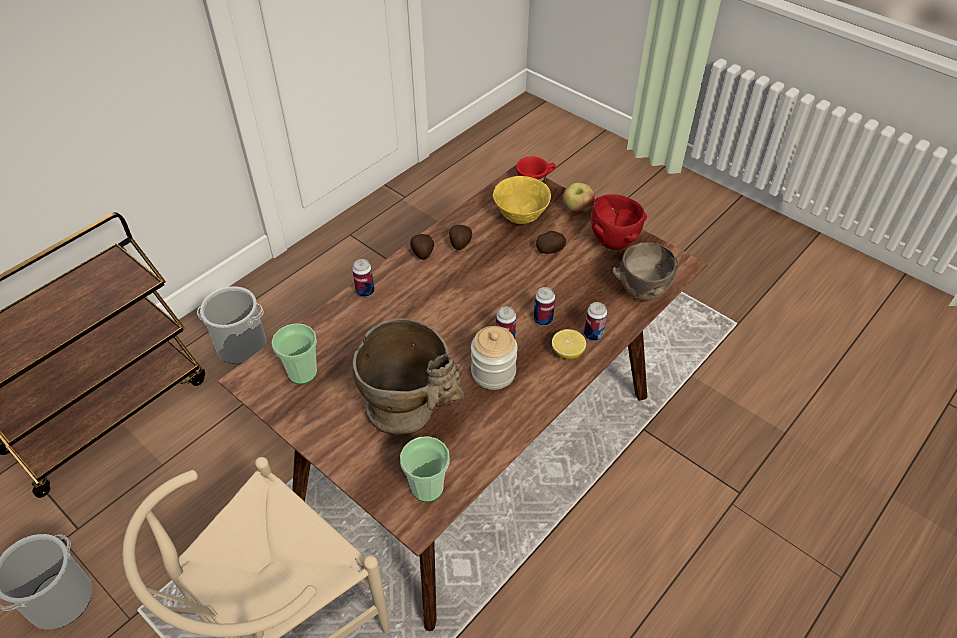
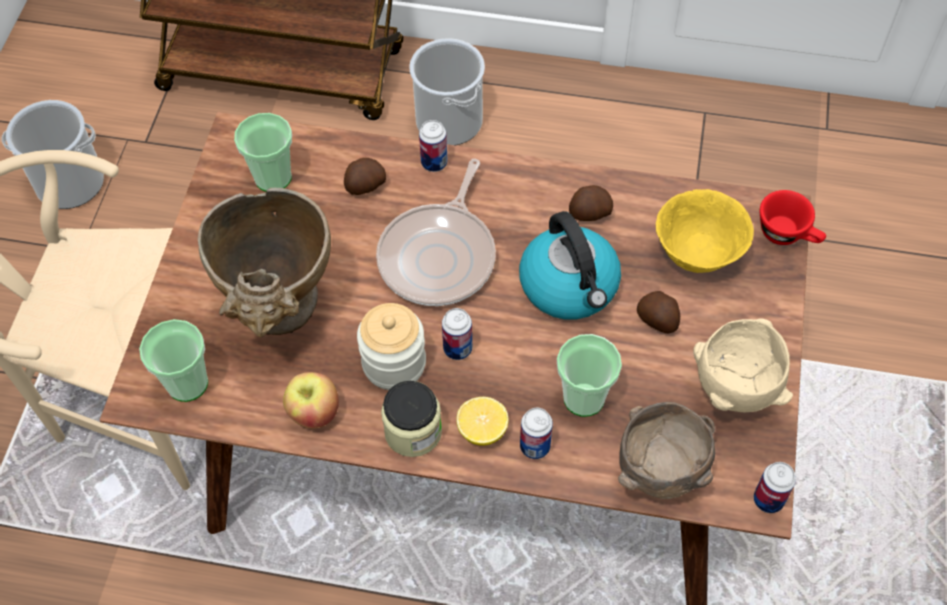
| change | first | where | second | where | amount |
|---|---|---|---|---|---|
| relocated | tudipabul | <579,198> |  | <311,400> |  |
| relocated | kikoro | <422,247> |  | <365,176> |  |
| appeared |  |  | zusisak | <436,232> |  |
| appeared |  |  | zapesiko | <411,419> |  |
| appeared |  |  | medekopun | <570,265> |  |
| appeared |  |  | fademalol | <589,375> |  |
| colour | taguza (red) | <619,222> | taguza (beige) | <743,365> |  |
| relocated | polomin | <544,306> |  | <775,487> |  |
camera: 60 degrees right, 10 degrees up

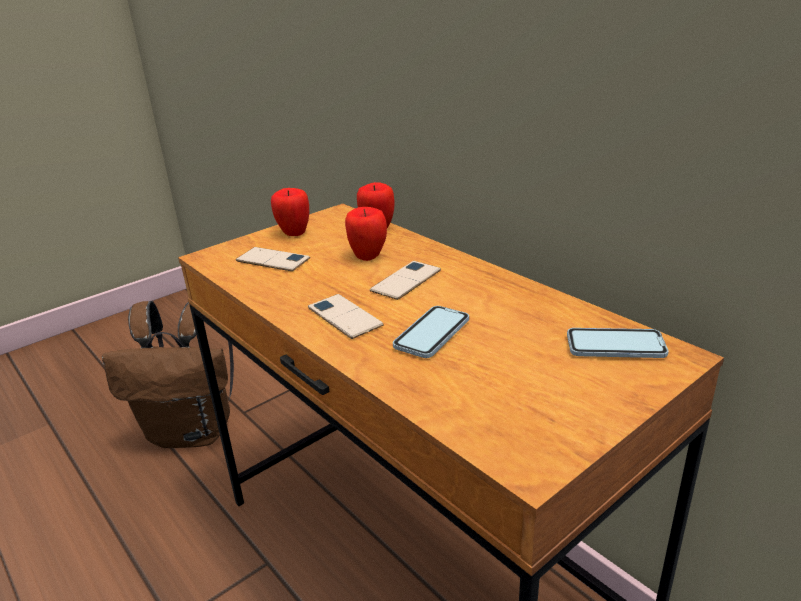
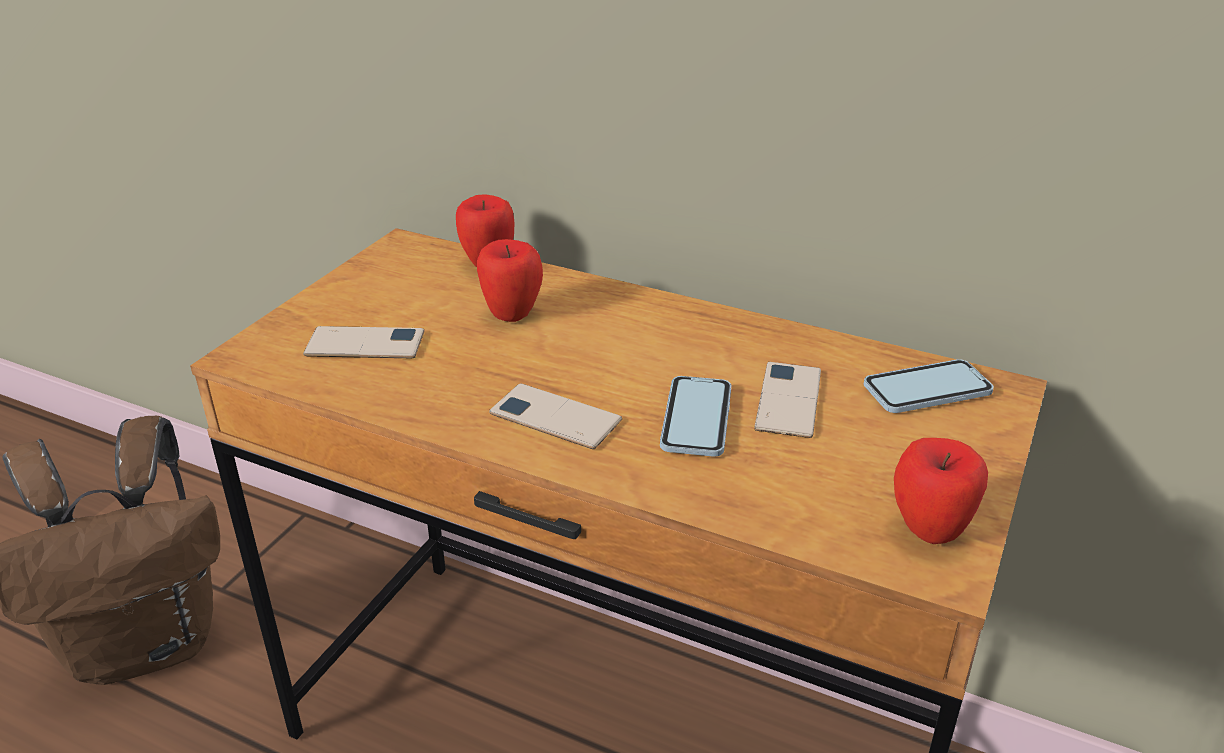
| change | first | where | second | where | amount |
|---|---|---|---|---|---|
| relocated | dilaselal | <405,280> |  | <787,400> |  |
| relocated | tudipabul | <290,212> |  | <941,491> |  |
camera: 25 degrees left, 5 degrees up

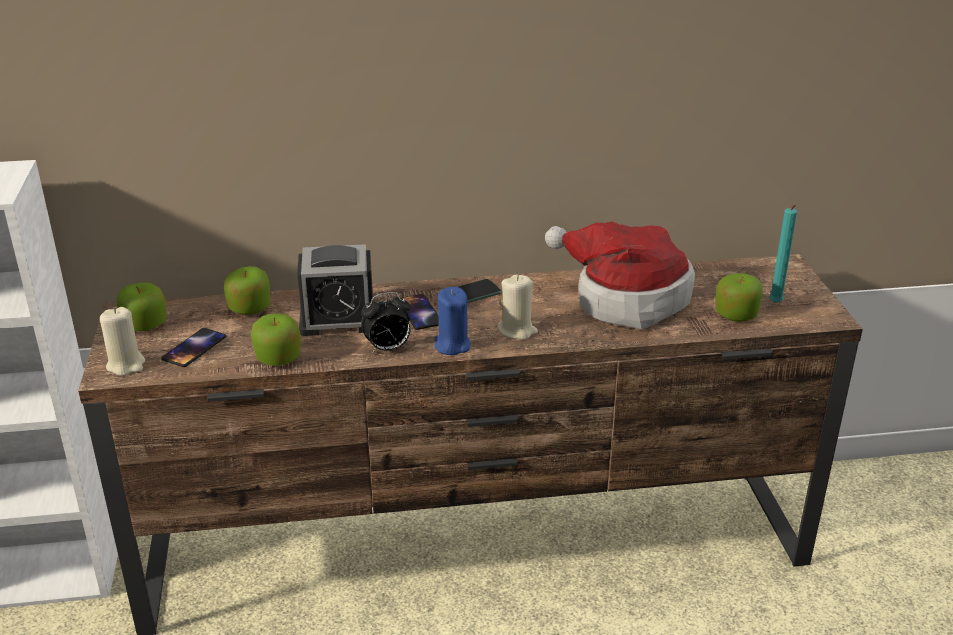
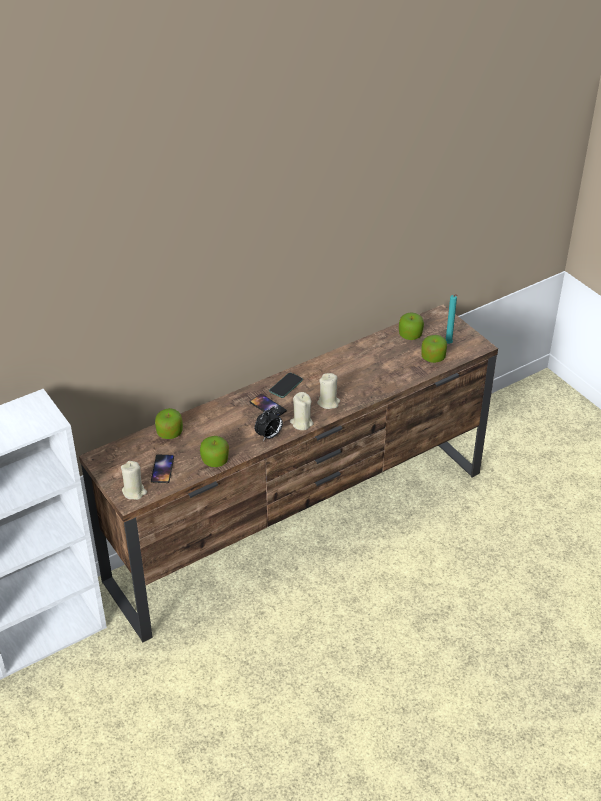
| change | first | where | second | where | amount |
|---|---|---|---|---|---|
| colour | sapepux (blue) | <452,321> | sapepux (beige) | <301,411> |  |
| relocated | tudipabul | <141,307> |  | <411,326> |  |
| missing | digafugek | <336,290> |  |  |  |
| missing | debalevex | <620,275> |  |  |  |
camera: 25 degrees left, 10 degrees up

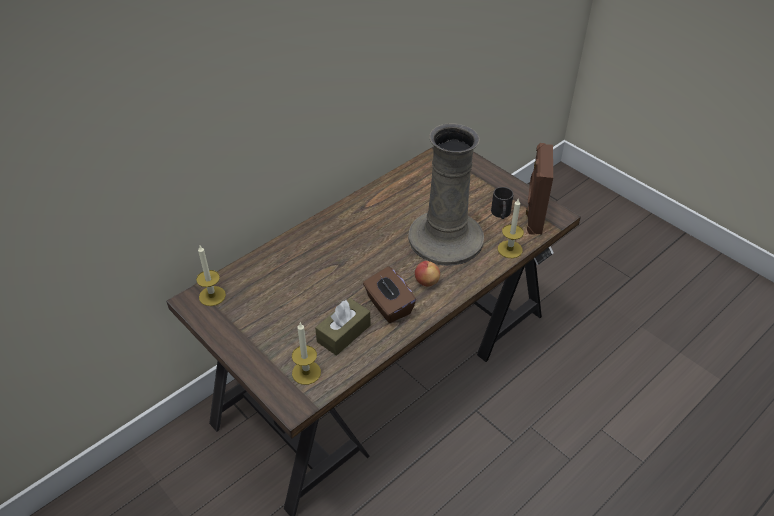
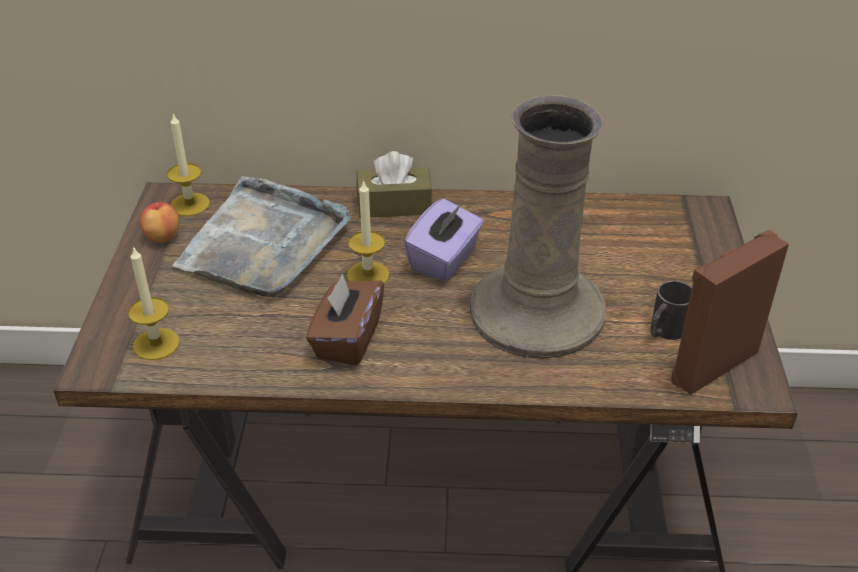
| change | first | where | second | where | amount |
|---|---|---|---|---|---|
| relocated | tudipabul | <427,273> |  | <159,222> |  |
| appeared |  |  | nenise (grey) | <261,236> |  |
| relocated | sapepux | <511,228> |  | <368,232> |  |
| relocated | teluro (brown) | <343,327> |  | <394,184> |  |
| appeared |  |  | teluro (purple) | <443,240> |  |
camera: 45 degrees right, 5 degrees down

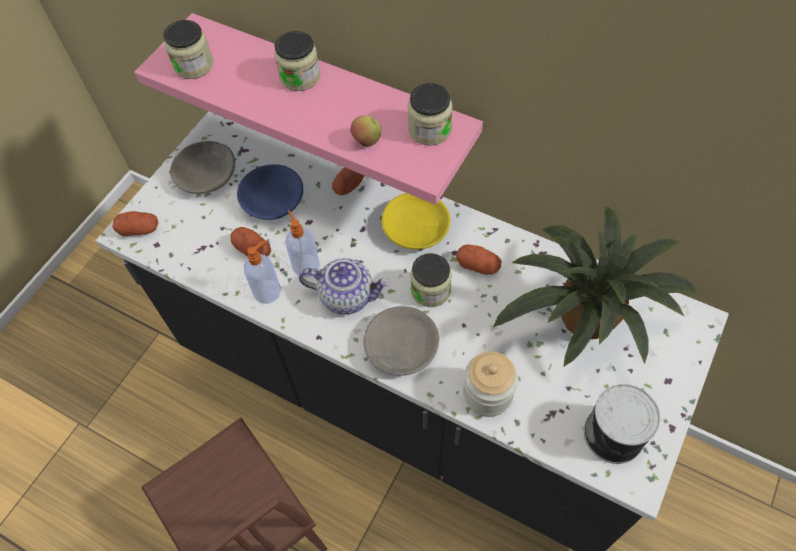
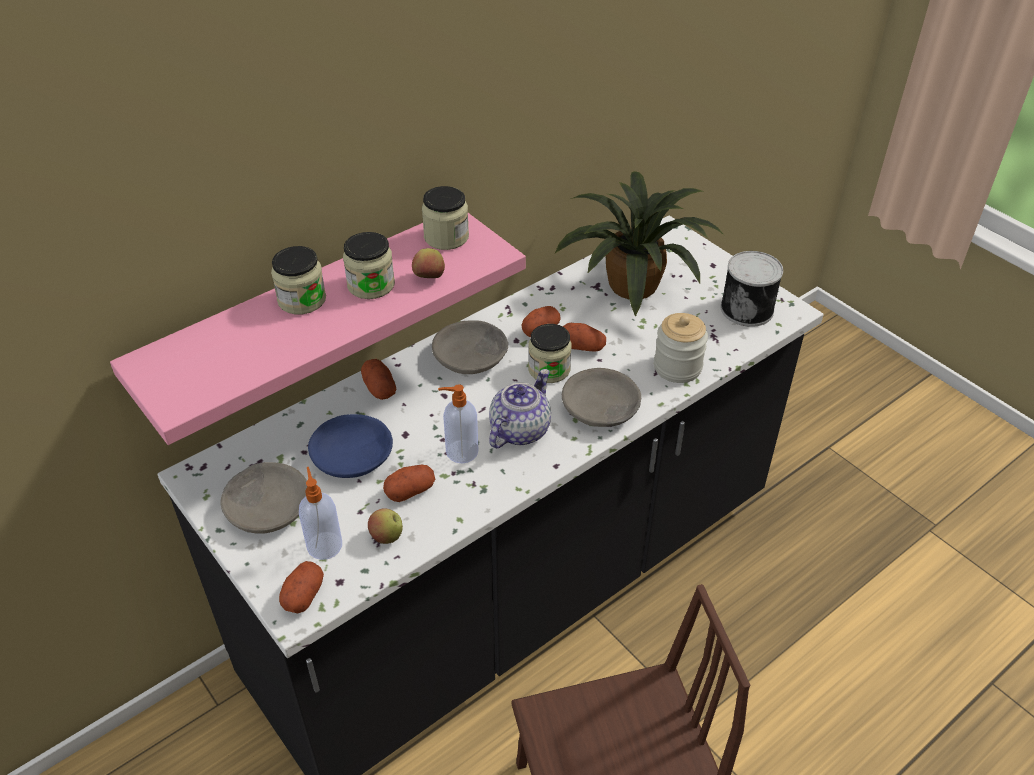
| change | first | where | second | where | amount |
|---|---|---|---|---|---|
| relocated | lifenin | <262,272> |  | <320,513> |  |
| relocated | zapesiko | <188,49> |  | <369,265> |  |
| appeared |  |  | tudipabul | <385,526> |  |
| colour | taguza (yellow) | <415,221> | taguza (grey) | <470,347> |  |
| appeared |  |  | kikoro | <584,337> |  |
camera: 70 degrees left, 15 degrees down

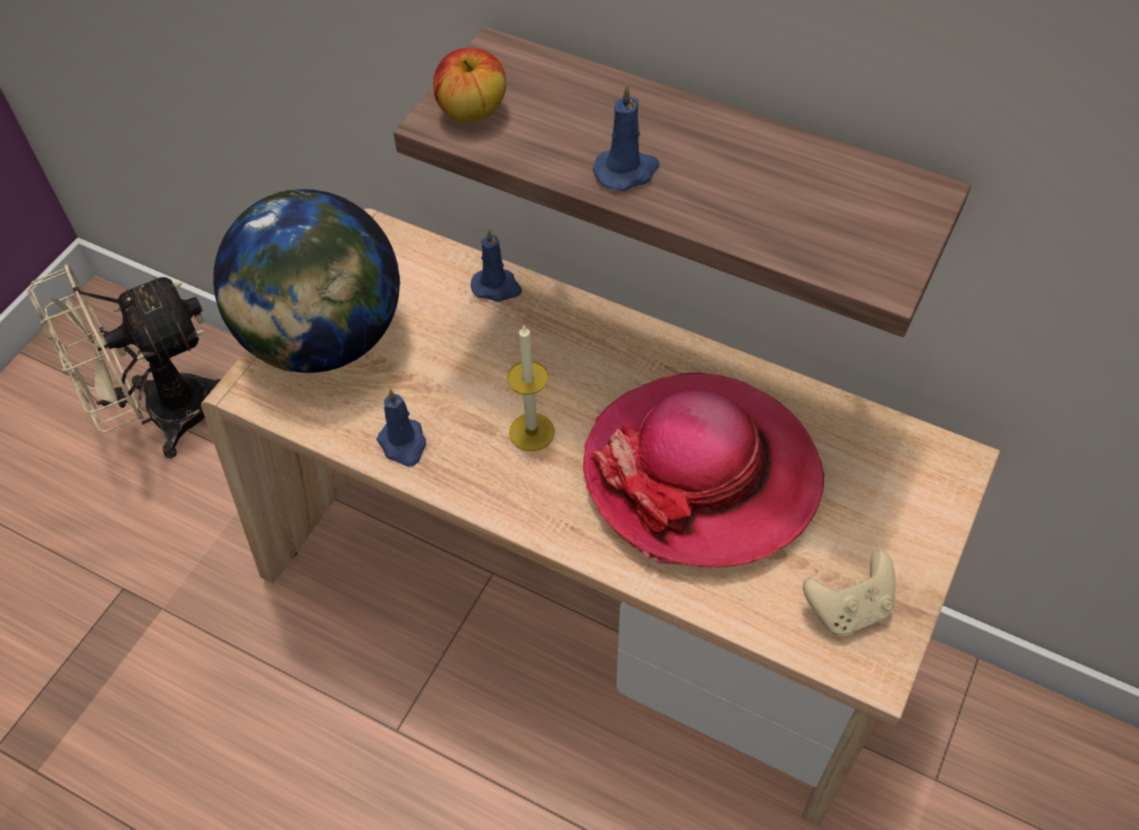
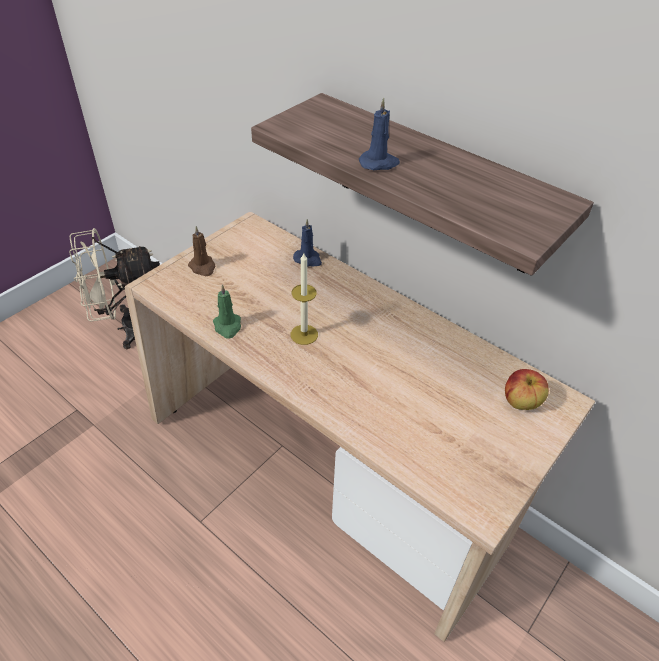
| change | first | where | second | where | amount |
|---|---|---|---|---|---|
| exchanged | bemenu | <306,281> | sapepux (brown) | <201,251> |  |
| colour | sapepux (blue) | <401,428> | sapepux (green) | <227,311> |  |
| relocated | tudipabul | <469,85> |  | <527,389> |  |
| missing | debalevex | <704,469> |  |  |  |
| missing | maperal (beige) | <849,593> |  |  |  |
camera: 10 degrees right, 10 degrees down

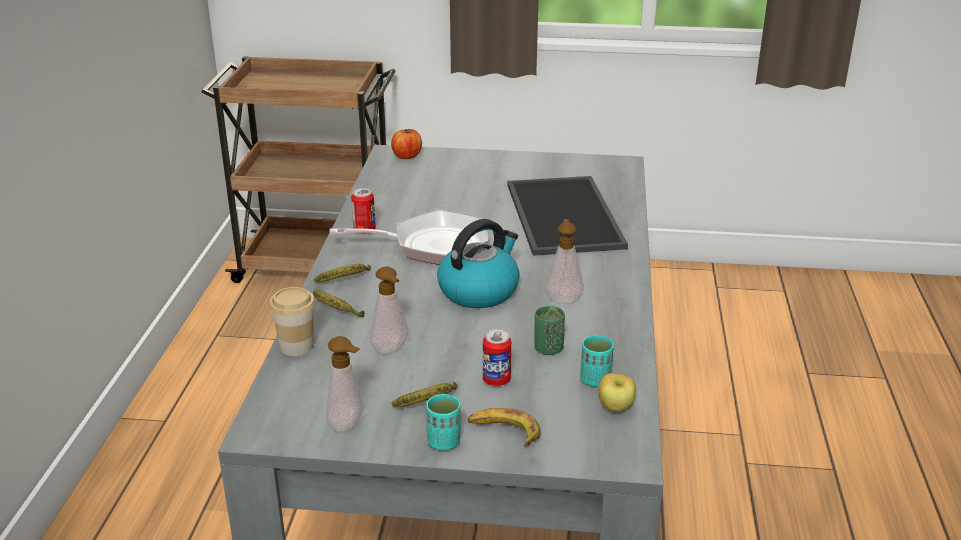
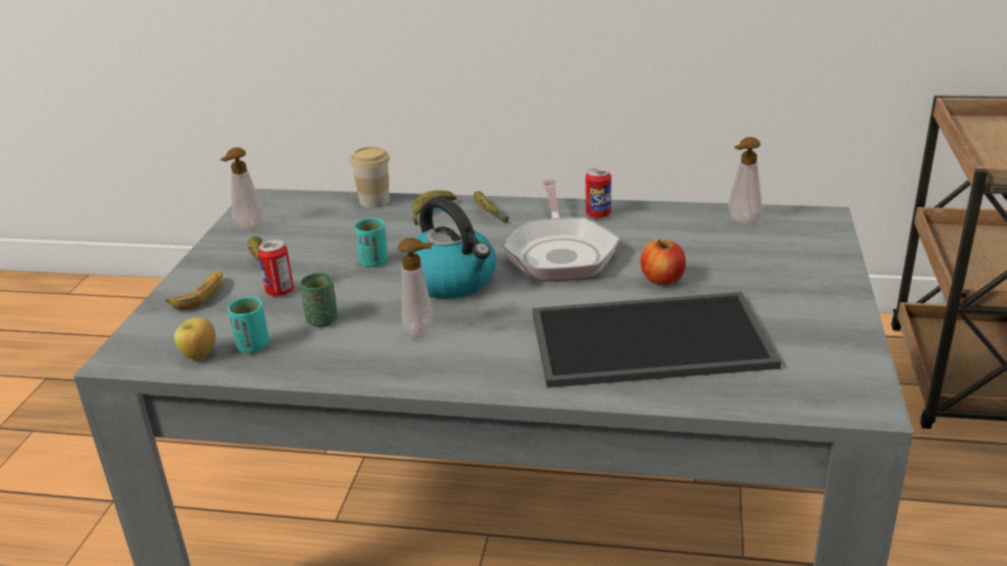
| change | first | where | second | where | amount |
|---|---|---|---|---|---|
| relocated | fademalol (turquoise) | <443,422> |  | <371,242> |  |
| relocated | tudipabul | <406,144> |  | <663,262> |  |
| relocated | lifenin | <389,310> |  | <745,181> |  |
camera: 95 degrees right, 0 degrees up

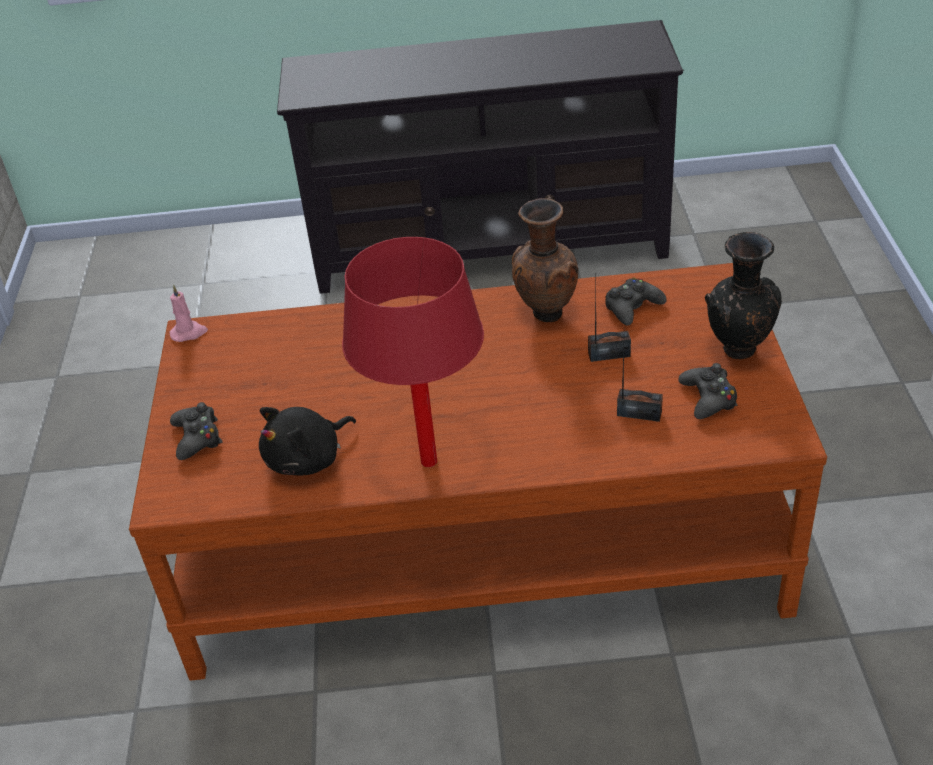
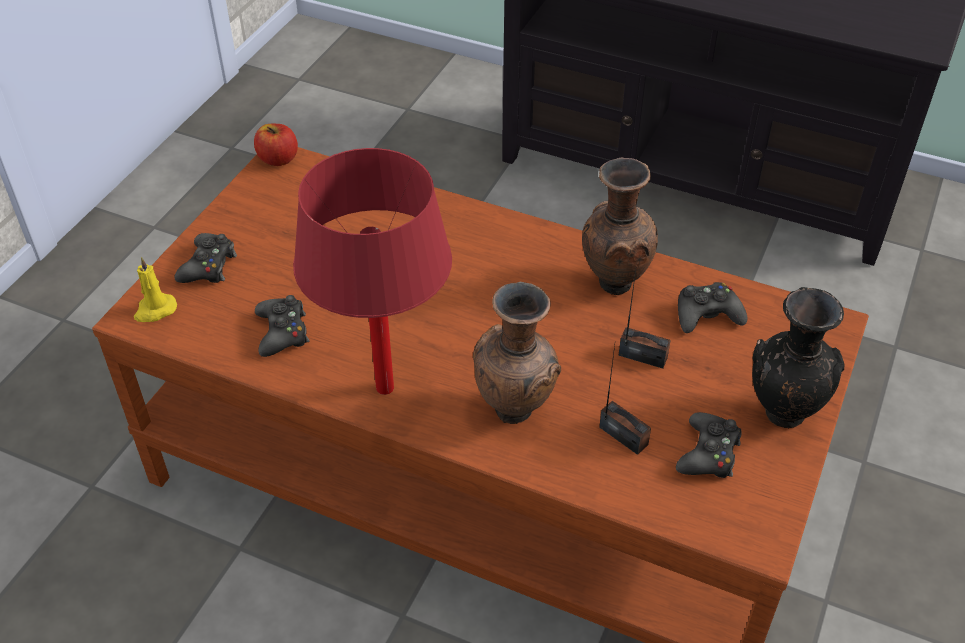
| change | first | where | second | where | amount |
|---|---|---|---|---|---|
| appeared |  |  | sapepux (yellow) | <155,289> |  |
| exchanged | sapepux (pink) | <189,313> | tudipabul | <276,145> |  |
| exchanged | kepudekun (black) | <307,441> | maperal (black) | <282,326> |  |
| appeared |  |  | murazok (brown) | <517,353> |  |
camera: 25 degrees right, 5 degrees up

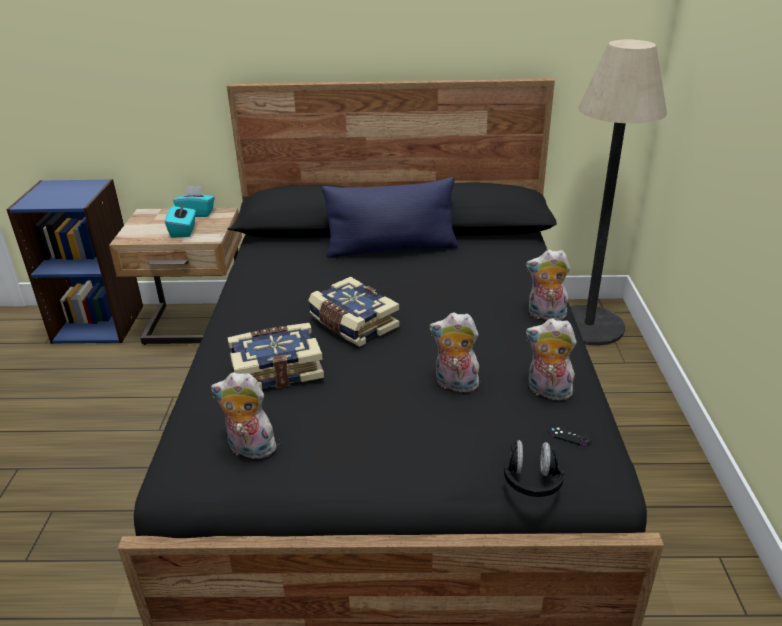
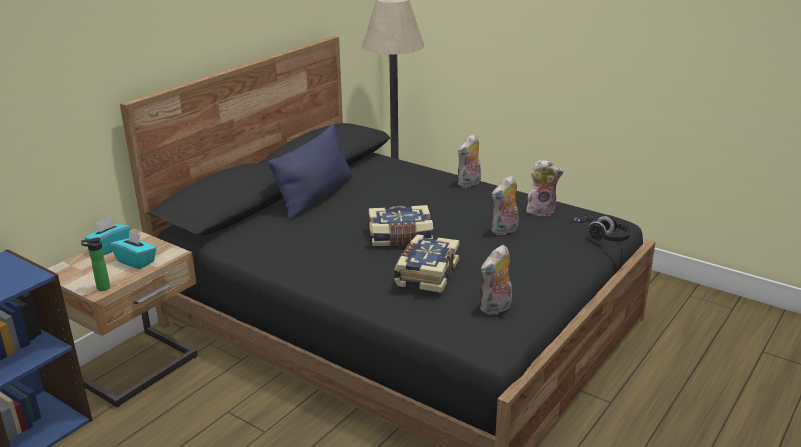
| change | first | where | second | where | amount |
|---|---|---|---|---|---|
| appeared |  |  | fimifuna | <95,264> |  |
| spun | kepudekun | <551,359> |  | <544,188> | 150 degrees counterclockwise |
camera: 55 degrees left, 5 degrees down

